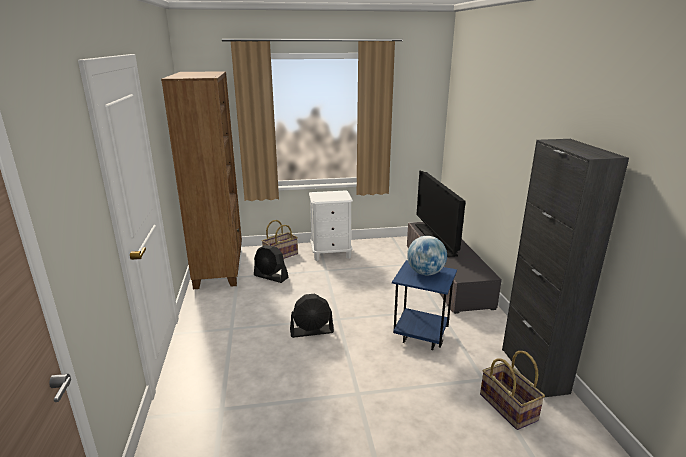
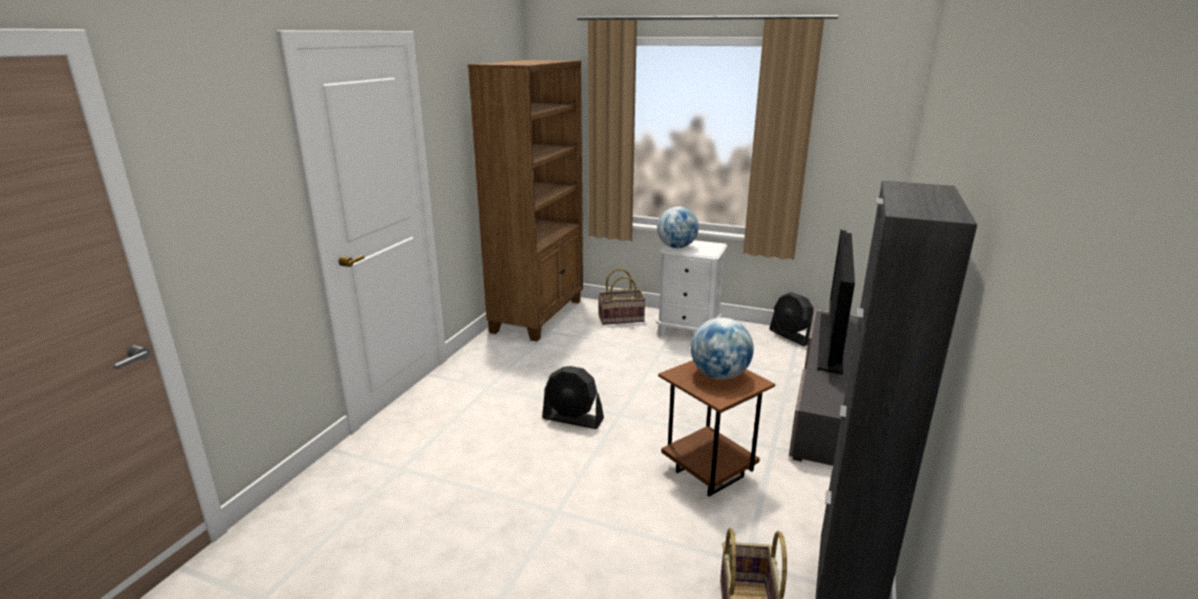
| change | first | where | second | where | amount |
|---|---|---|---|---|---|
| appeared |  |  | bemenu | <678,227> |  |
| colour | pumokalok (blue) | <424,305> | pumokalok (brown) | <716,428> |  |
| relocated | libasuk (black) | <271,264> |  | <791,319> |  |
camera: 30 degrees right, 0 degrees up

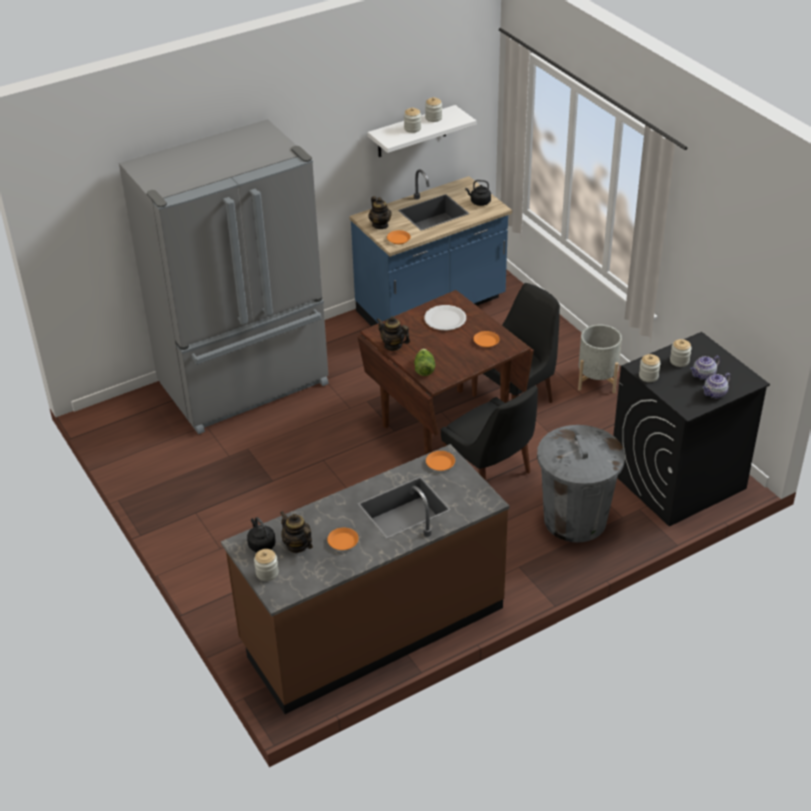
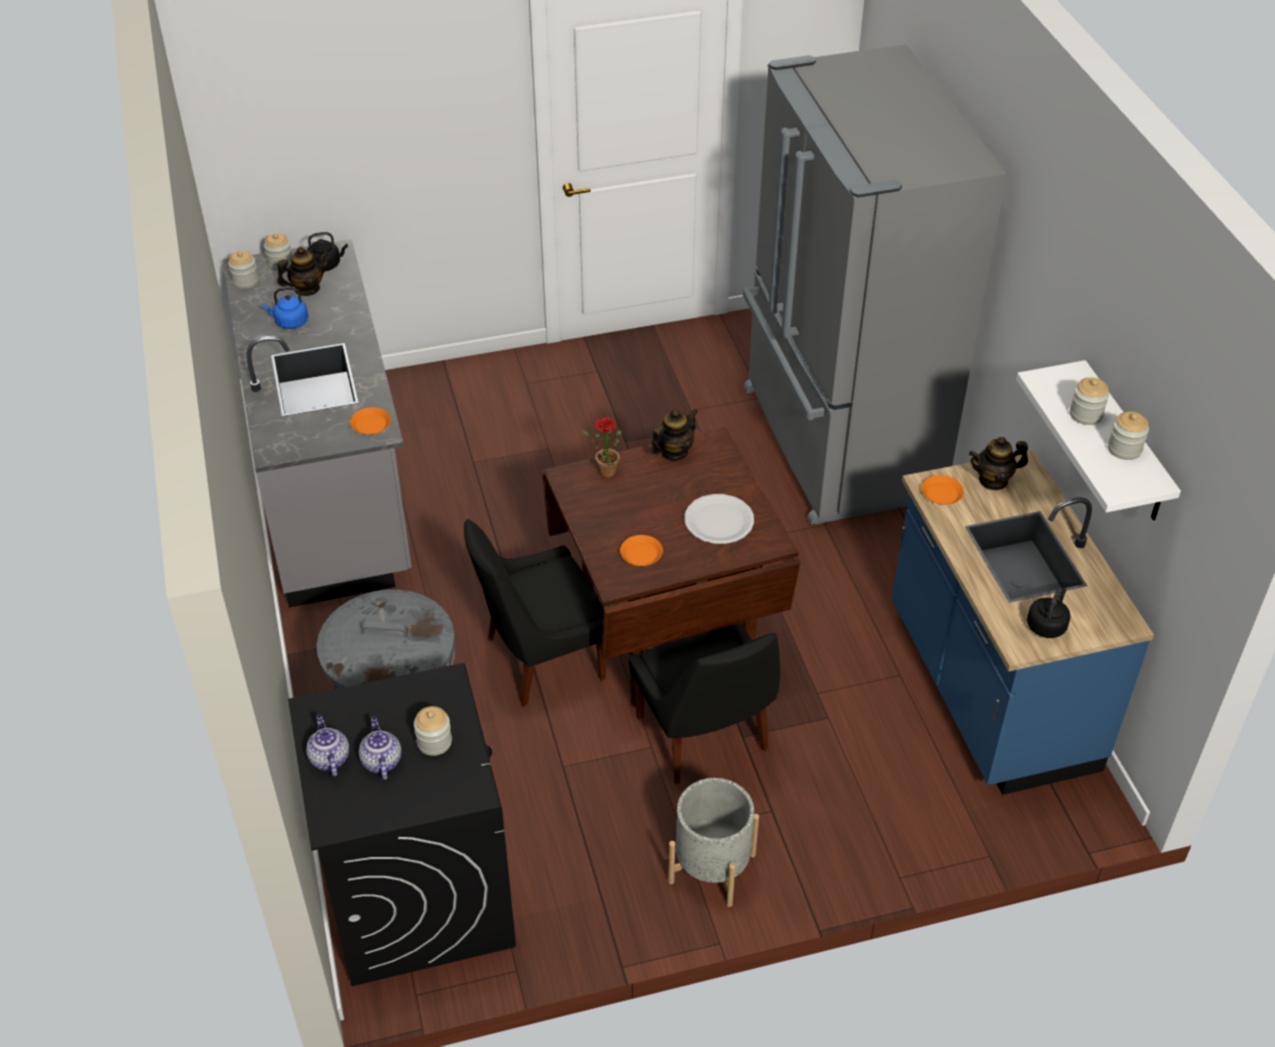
| change | first | where | second | where | amount |
|---|---|---|---|---|---|
| colour | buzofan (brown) | <365,579> | buzofan (grey) | <317,423> |  |
| relocated | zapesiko | <650,368> |  | <243,270> |  |
| exchanged | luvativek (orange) | <343,539> | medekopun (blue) | <285,308> |  |
| exchanged | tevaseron | <424,362> | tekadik | <601,447> |  |
camera: 105 degrees right, 5 degrees up

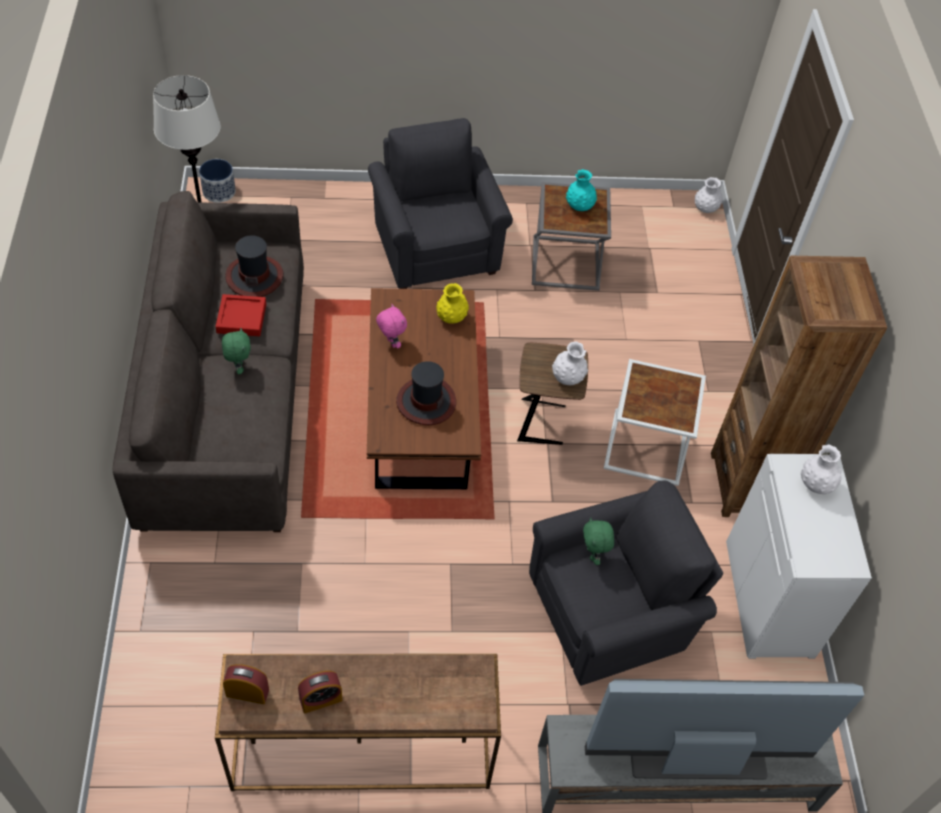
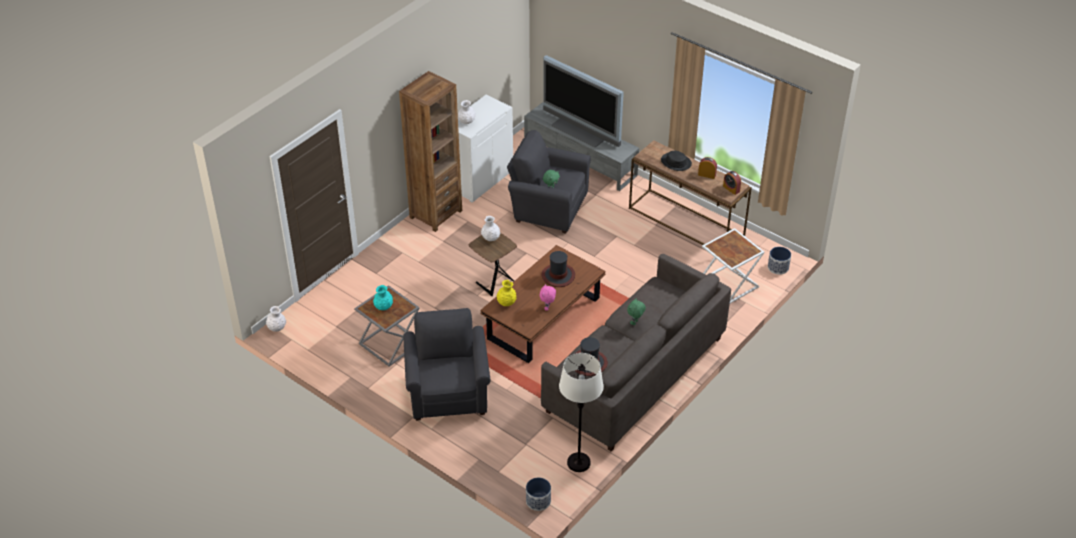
| change | first | where | second | where | amount |
|---|---|---|---|---|---|
| spun | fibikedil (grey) | <440,203> |  | <446,364> | 150 degrees clockwise |
| appeared |  |  | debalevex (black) | <676,161> |  |
| relocated | pumokalok (white) | <655,422> |  | <733,265> |  |
| appeared |  |  | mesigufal | <779,261> |  |
| missing | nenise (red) | <240,315> |  |  |  |
camera: 135 degrees left, 10 degrees down

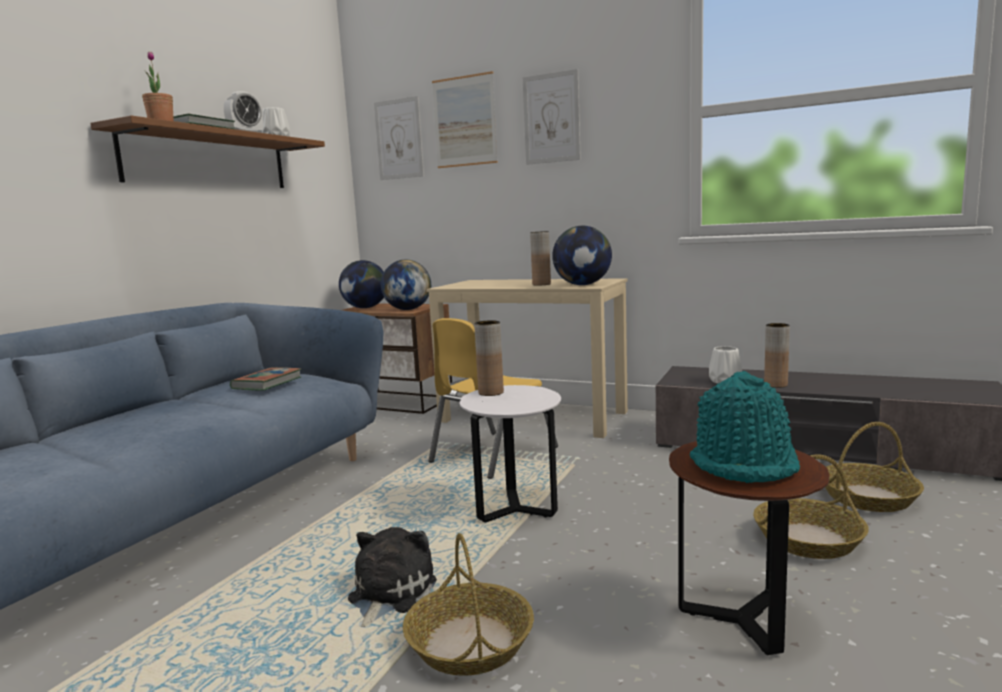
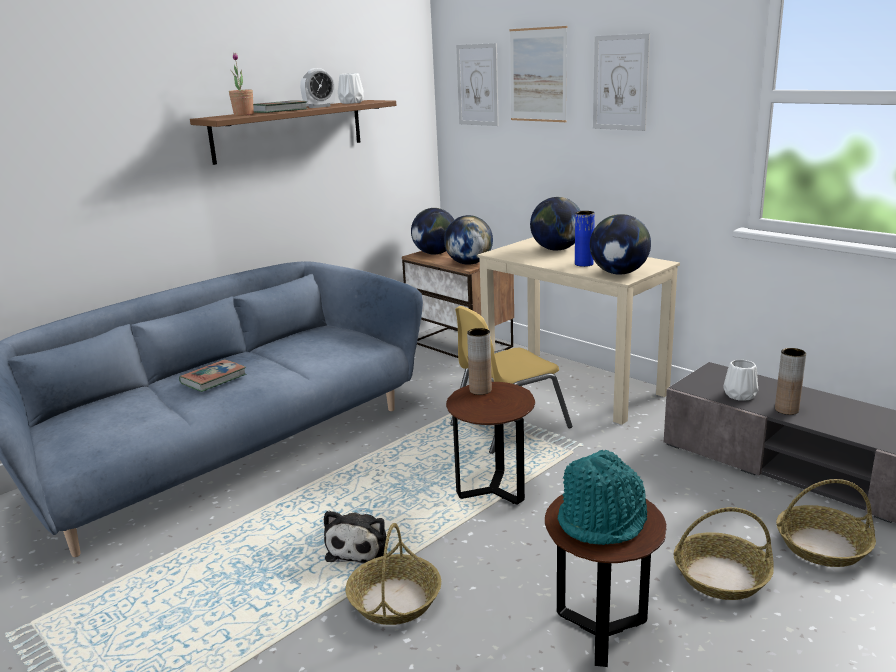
| change | first | where | second | where | amount |
|---|---|---|---|---|---|
| relocated | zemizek | <265,379> |  | <212,375> |  |
| spun | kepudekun | <392,577> |  | <355,537> | 150 degrees clockwise |
| colour | pumokalok (white) | <510,454> | pumokalok (brown) | <490,443> |  |
| appeared |  |  | bemenu | <555,223> |  |
| colour | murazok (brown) | <540,258> | murazok (blue) | <585,239> |  |
camera: 20 degrees right, 10 degrees up

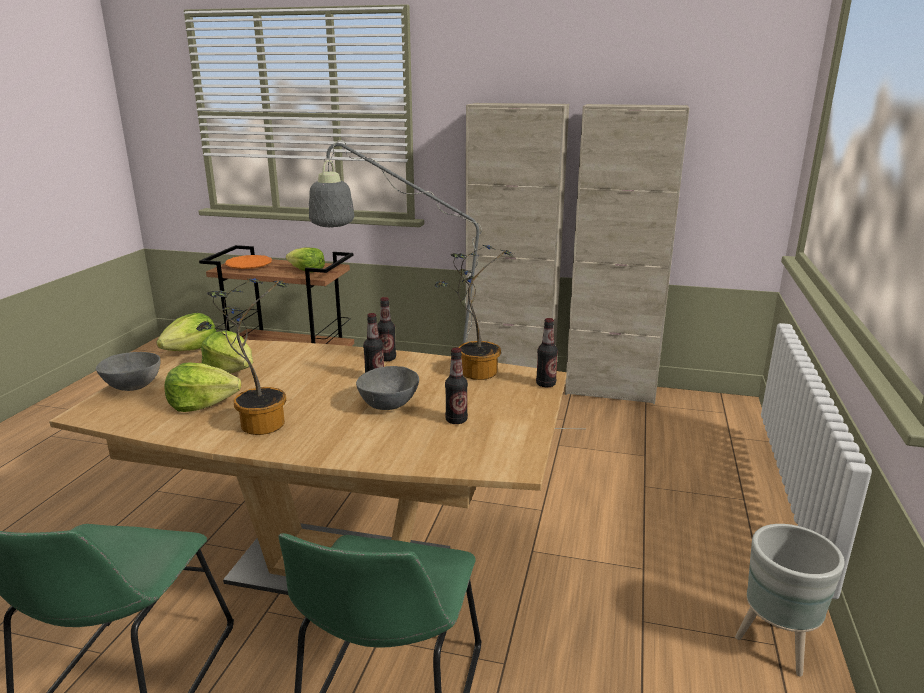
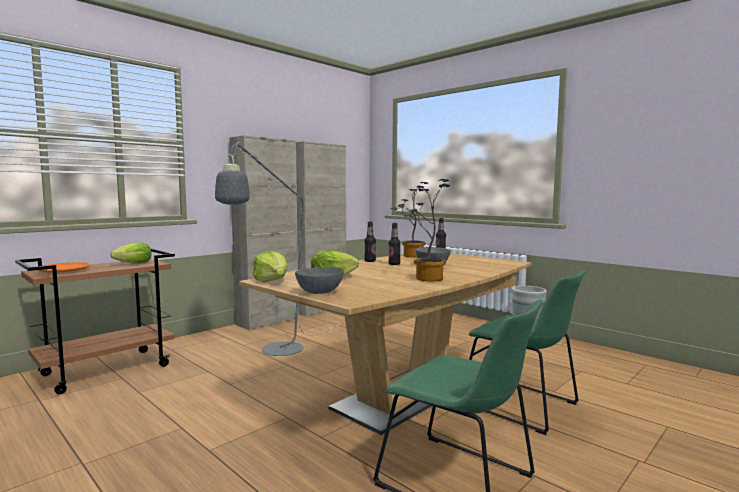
| change | first | where | second | where | amount |
|---|---|---|---|---|---|
| missing | tevaseron | <203,387> |  |  |  |
| missing | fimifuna | <456,385> |  |  |  |
camera: 60 degrees left, 15 degrees down

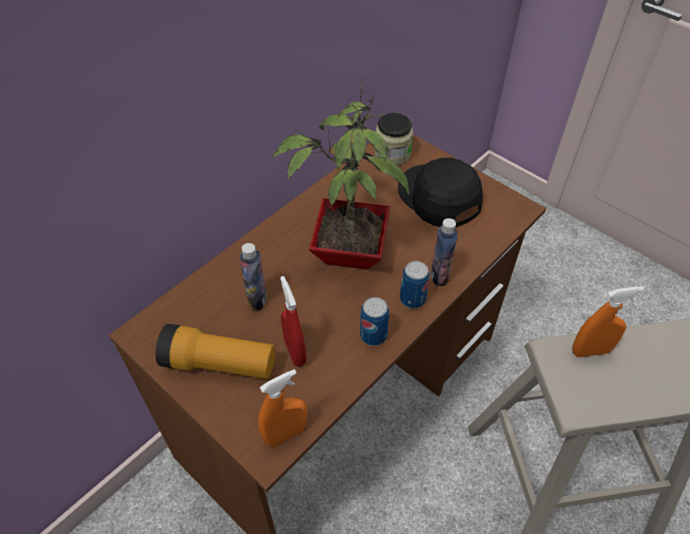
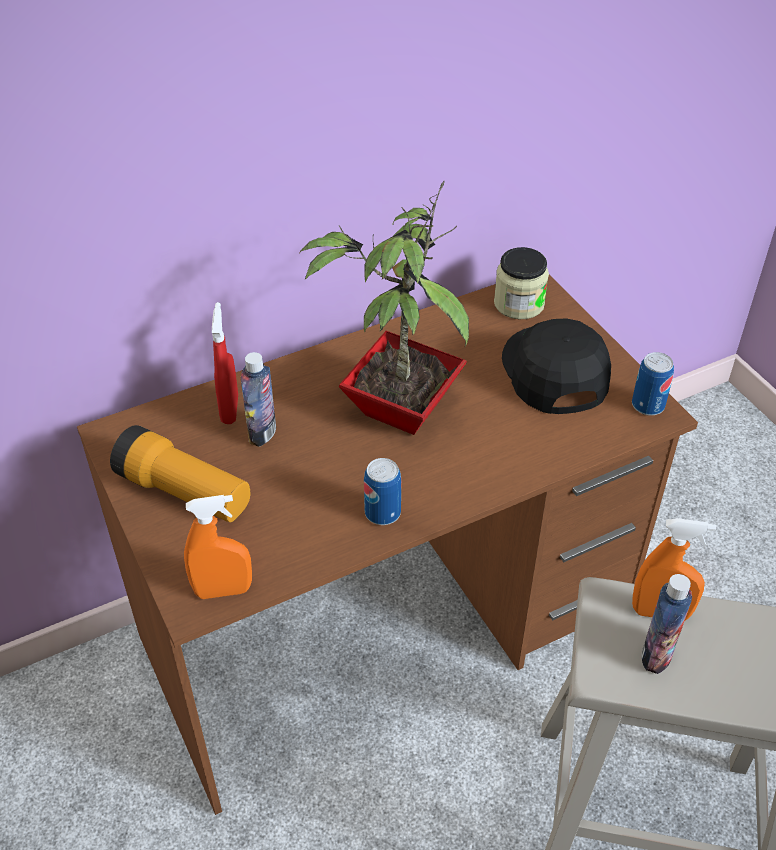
| change | first | where | second | where | amount |
|---|---|---|---|---|---|
| relocated | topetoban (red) | <293,321> |  | <225,363> |  |
| relocated | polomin | <415,285> |  | <653,384> |  |
| relocated | fimifuna | <444,252> |  | <667,624> |  |
camera: 20 degrees right, 5 degrees down

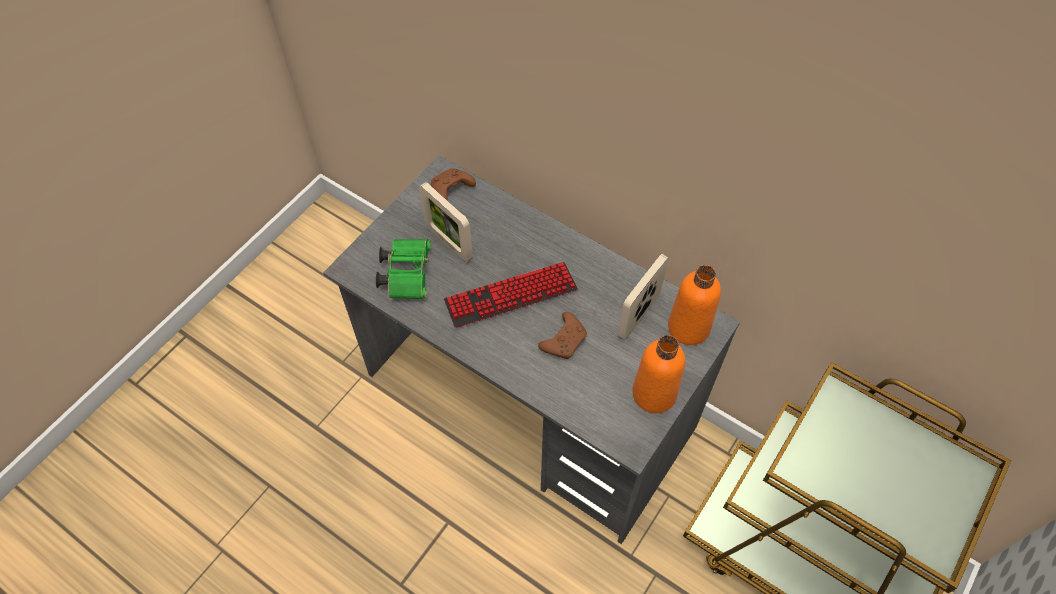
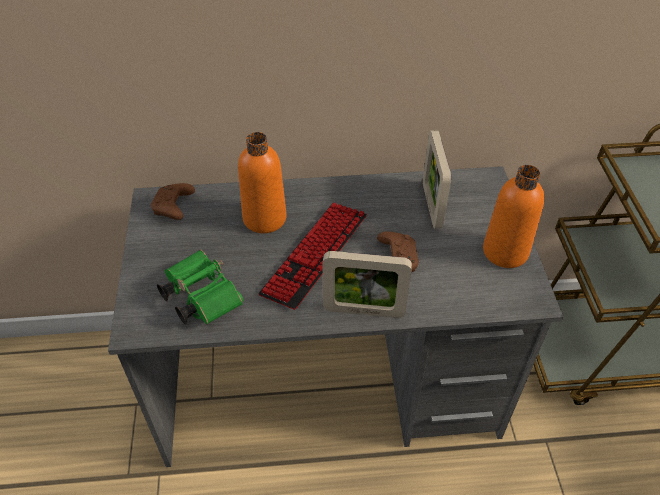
| change | first | where | second | where | amount |
|---|---|---|---|---|---|
| relocated | fimifuna (orange) | <694,305> |  | <262,182> |  |
| relocated | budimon | <446,222> |  | <367,284> |  |
camera: 40 degrees left, 10 degrees down

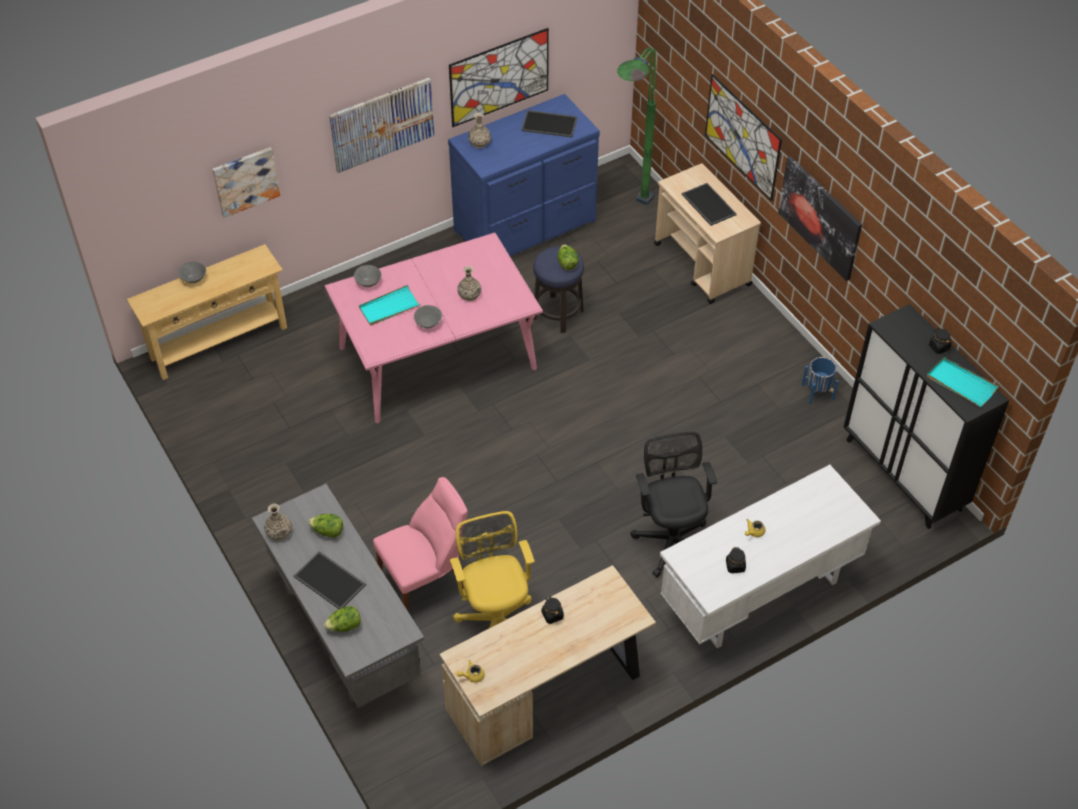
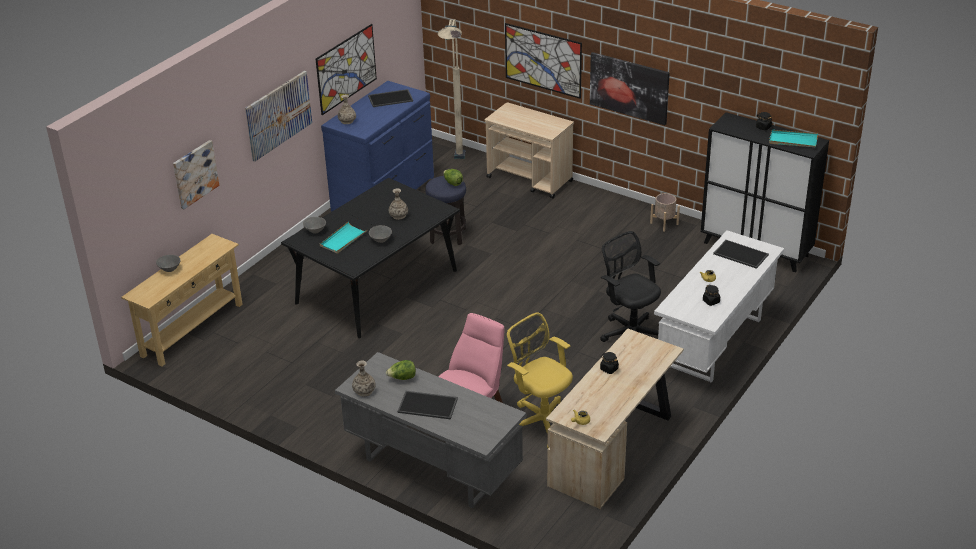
| change | first | where | second | where | amount |
|---|---|---|---|---|---|
| colour | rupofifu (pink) | <434,328> | rupofifu (black) | <370,258> |  |
| colour | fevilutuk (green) | <636,126> | fevilutuk (beige) | <452,89> |  |
| colour | mesigufal (blue) | <820,380> | mesigufal (beige) | <665,212> |  |
| relocated | nenise | <709,204> |  | <741,254> |  |
| missing | tevaseron | <342,619> |  |  |  |
camera: 25 degrees left, 15 degrees down

